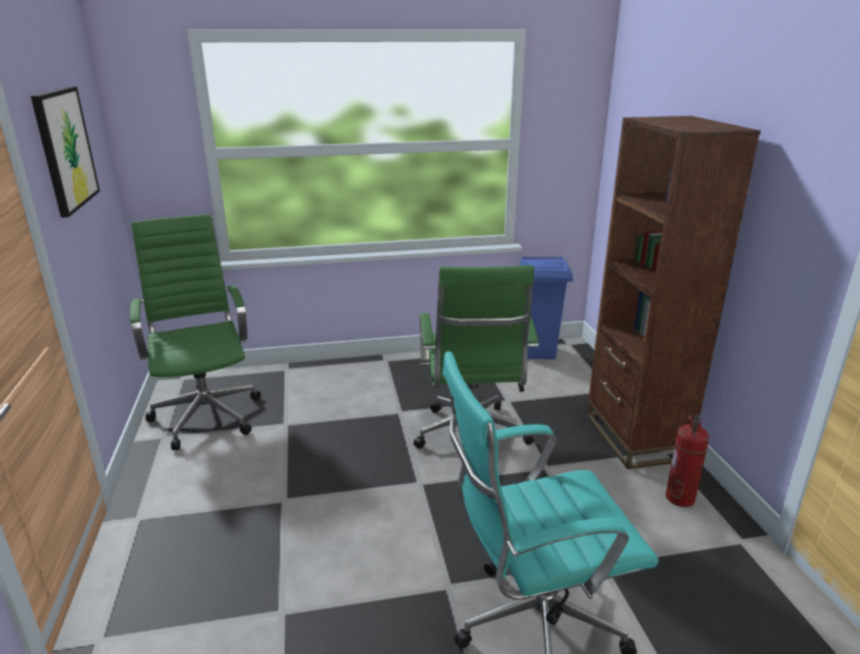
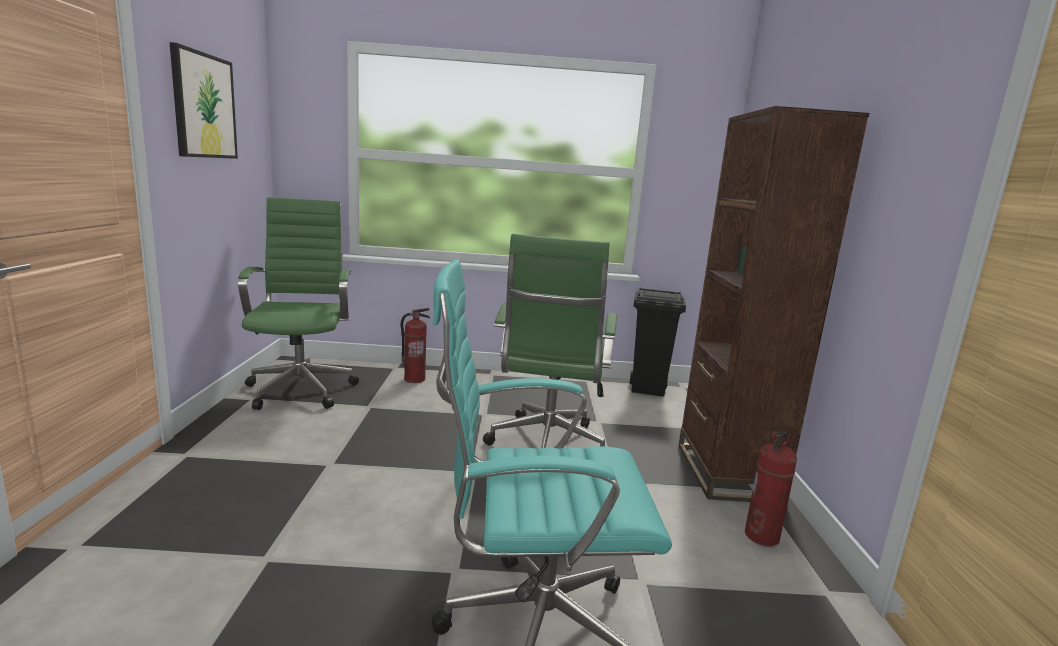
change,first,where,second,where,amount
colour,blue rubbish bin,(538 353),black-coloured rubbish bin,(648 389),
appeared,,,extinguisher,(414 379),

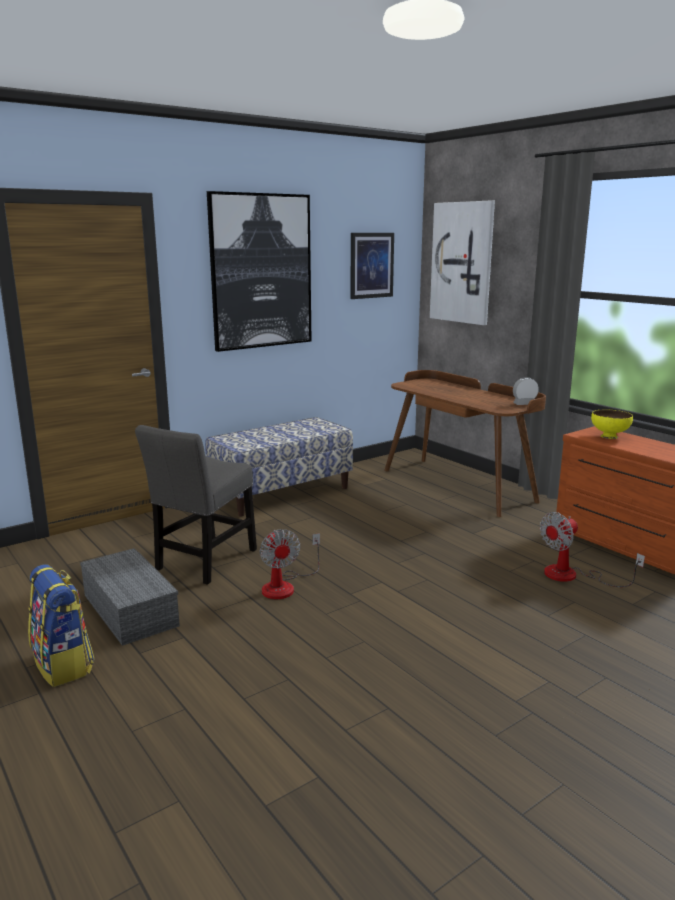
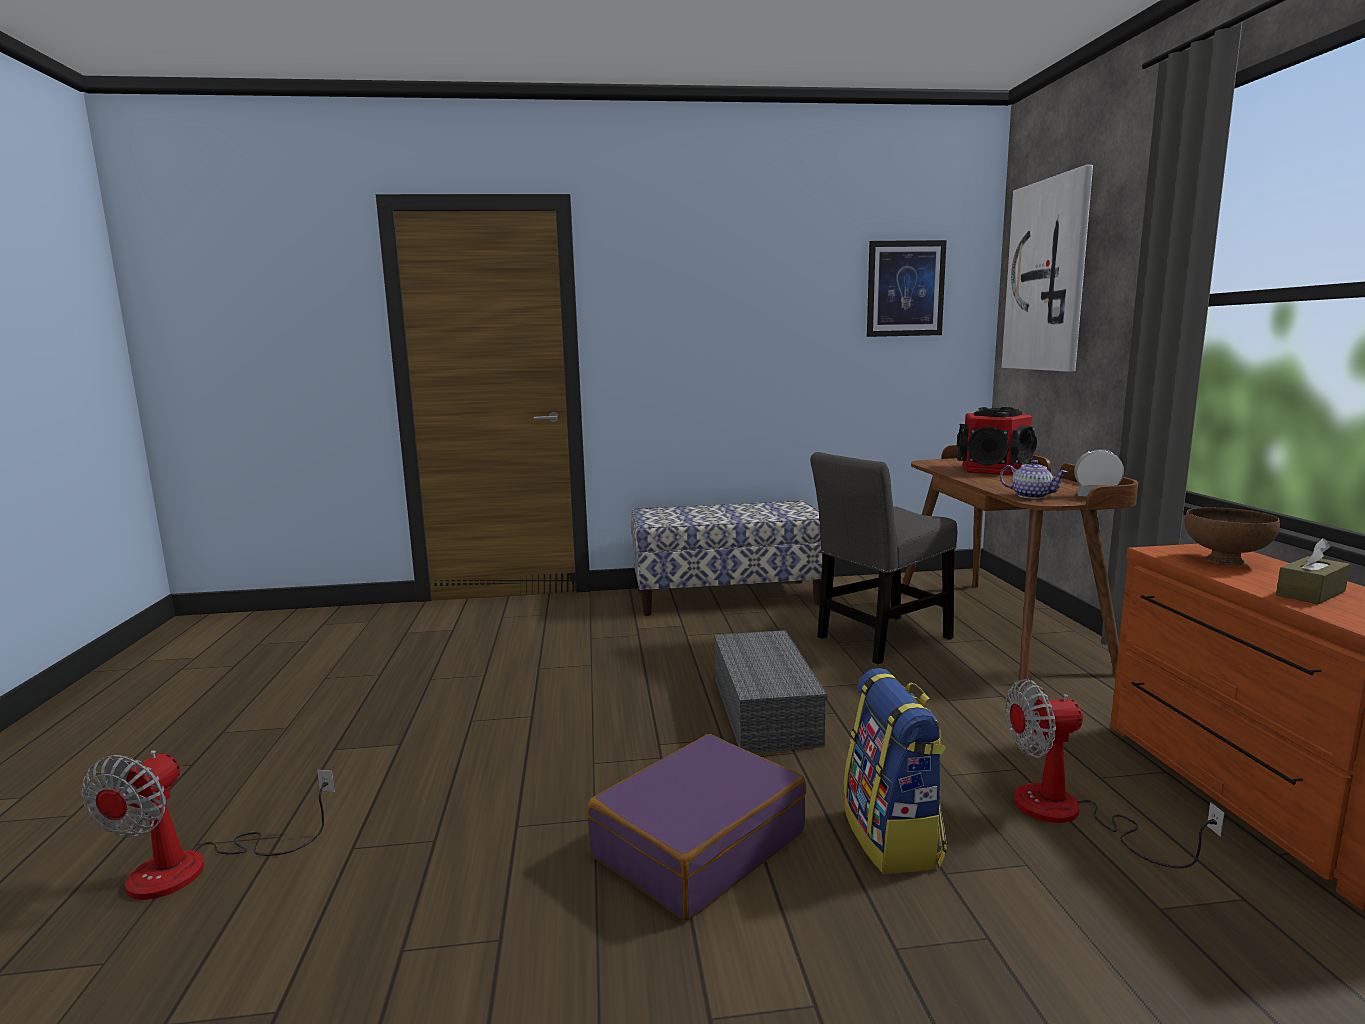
change,first,where,second,where,amount
missing,wall art,(261 271),,,
colour,yellow serving bowl,(609 437),brown-coloured serving bowl,(1225 561),
relocated,grey chair,(204 562),,(880 640),
relocated,cooling fan,(285 586),,(196 867),
relocated,grey storage bin,(128 610),,(762 709),
relocated,rucksack,(64 665),,(893 838),
appeared,,,audio speaker,(992 469),
appeared,,,pot for tea,(1032 496),
appeared,,,brown-coloured box of tissues,(1310 593),
appeared,,,purple-coloured suitcase,(698 844),

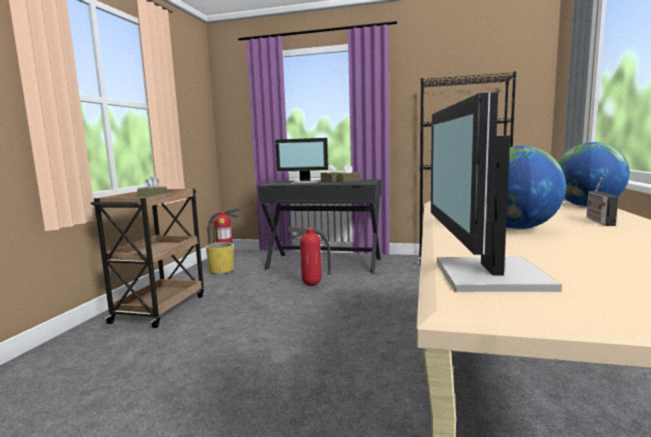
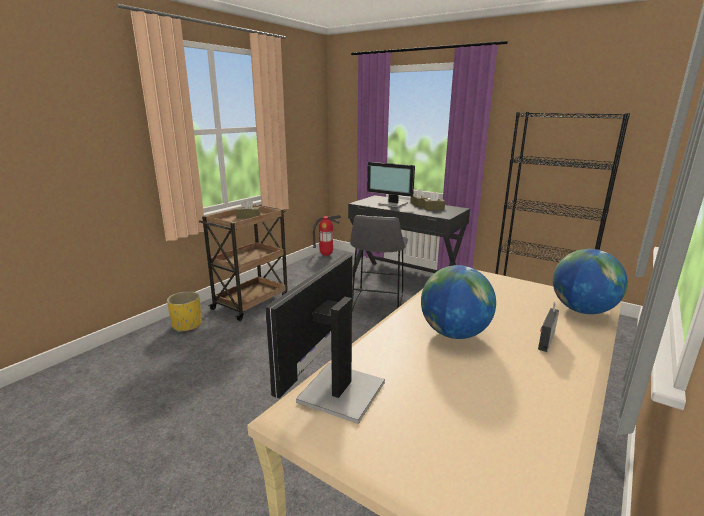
change,first,where,second,where,amount
exchanged,extinguisher,(311 285),grey sitting stool,(377 304),
relocated,yellow plant pot,(221 271),,(187 325),

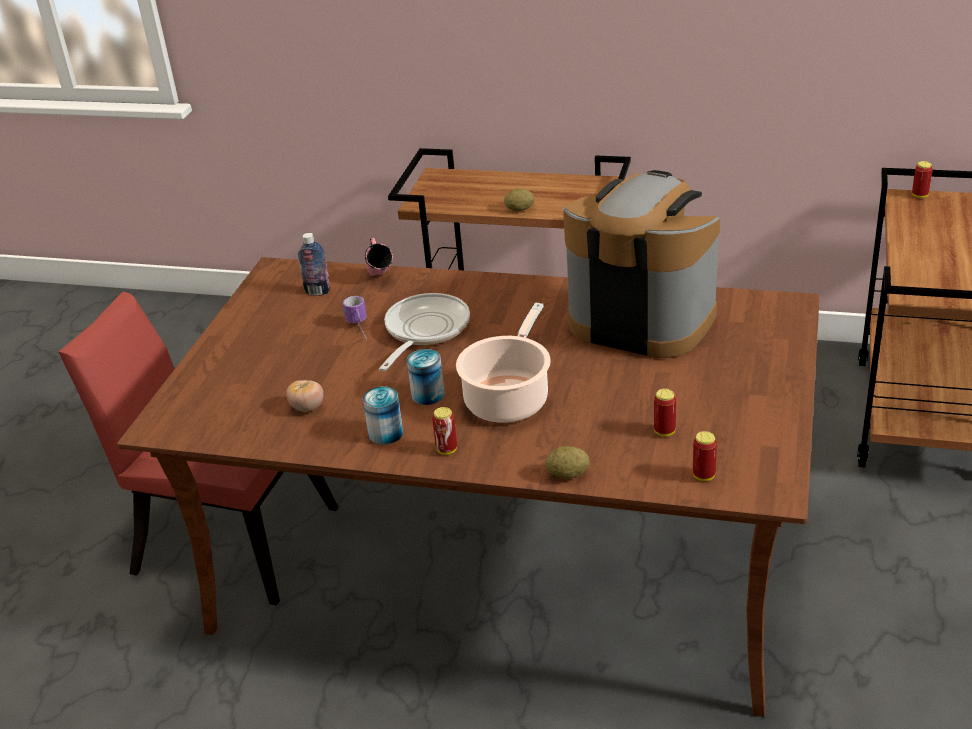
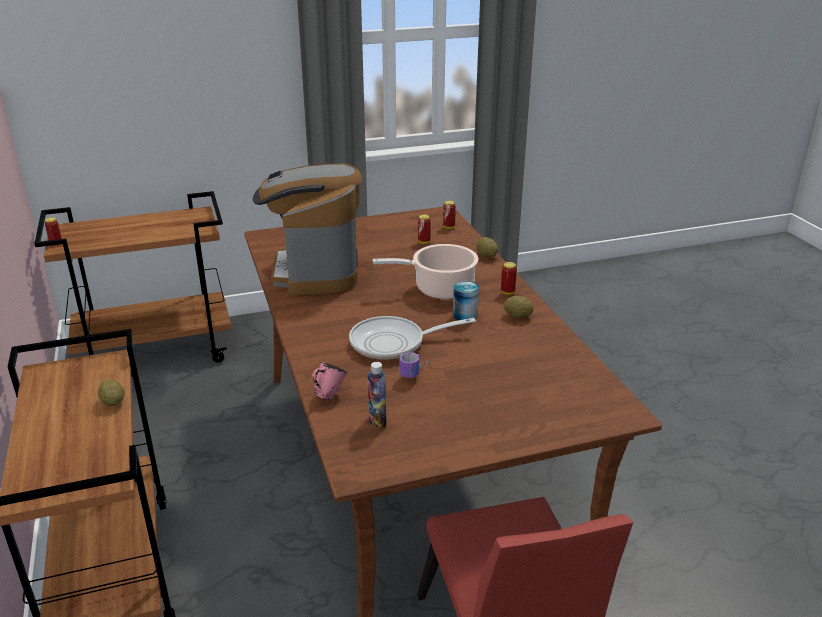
change,first,where,second,where,amount
missing,tomato,(307 408),,,
exchanged,metal can,(385 433),potato,(517 316),

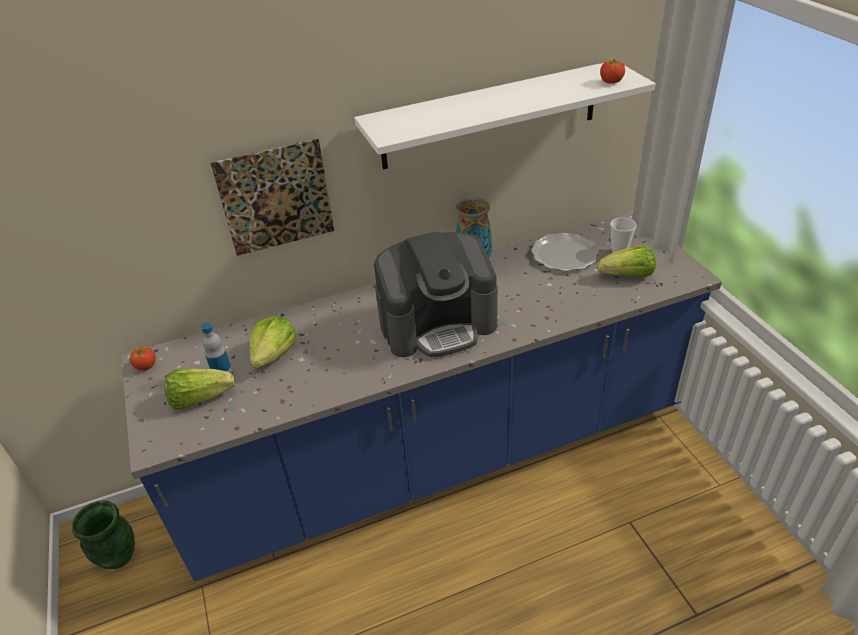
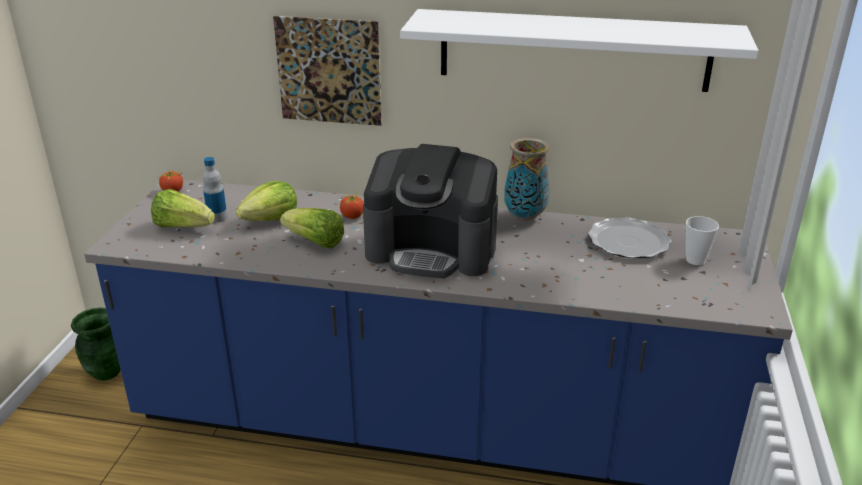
change,first,where,second,where,amount
relocated,tomato,(611 82),,(352 216),
relocated,lettuce head,(628 276),,(315 242),

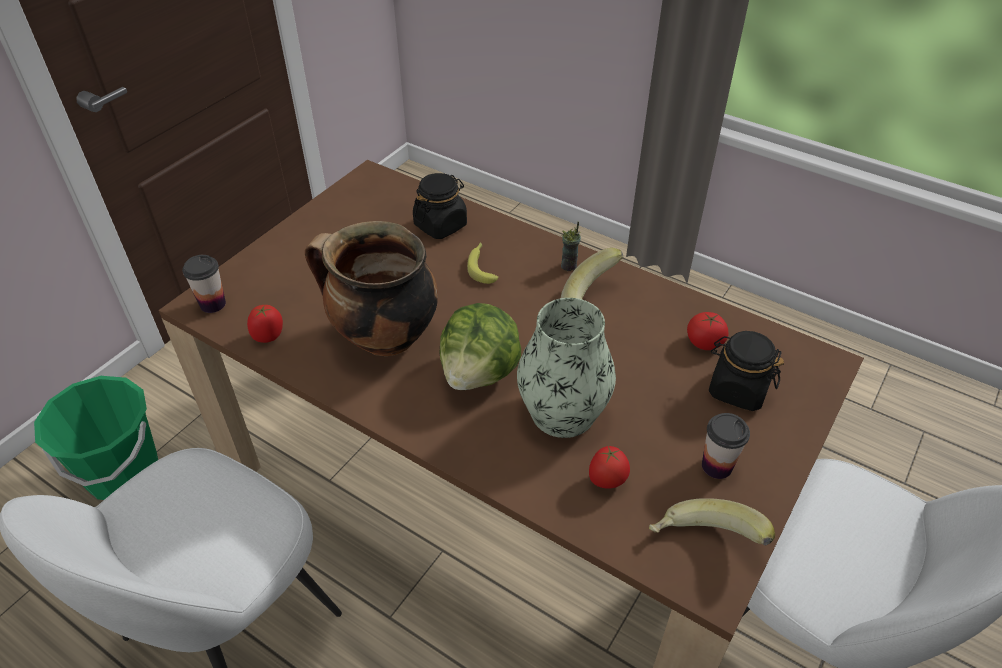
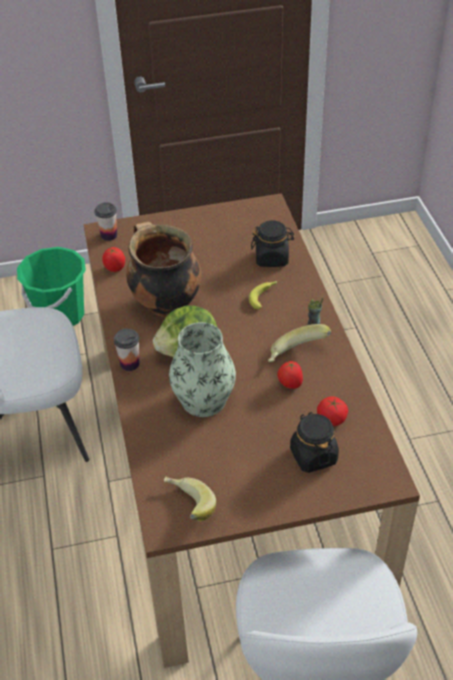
change,first,where,second,where,amount
relocated,cup,(716 466),,(130 364),
relocated,tomato,(607 481),,(290 385),

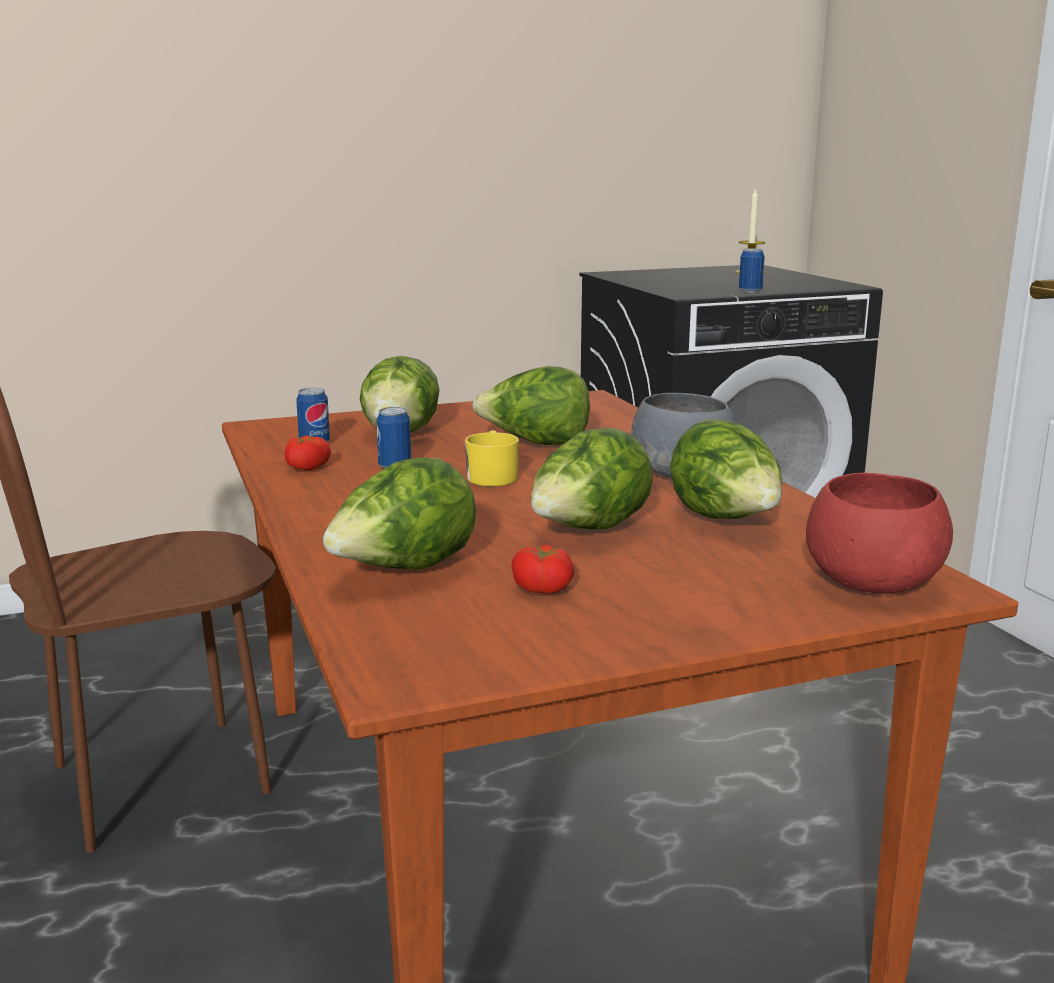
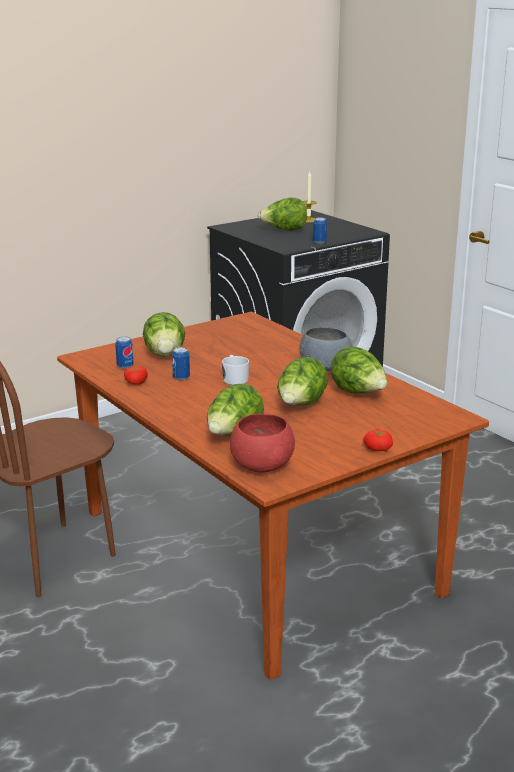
change,first,where,second,where,amount
relocated,lettuce head,(535 444),,(284 230),
colour,yellow coffee mug,(492 476),whitish coffee mug,(234 378),
relocated,reddish serving bowl,(870 583),,(261 466),
relocated,tomato,(544 588),,(378 448),

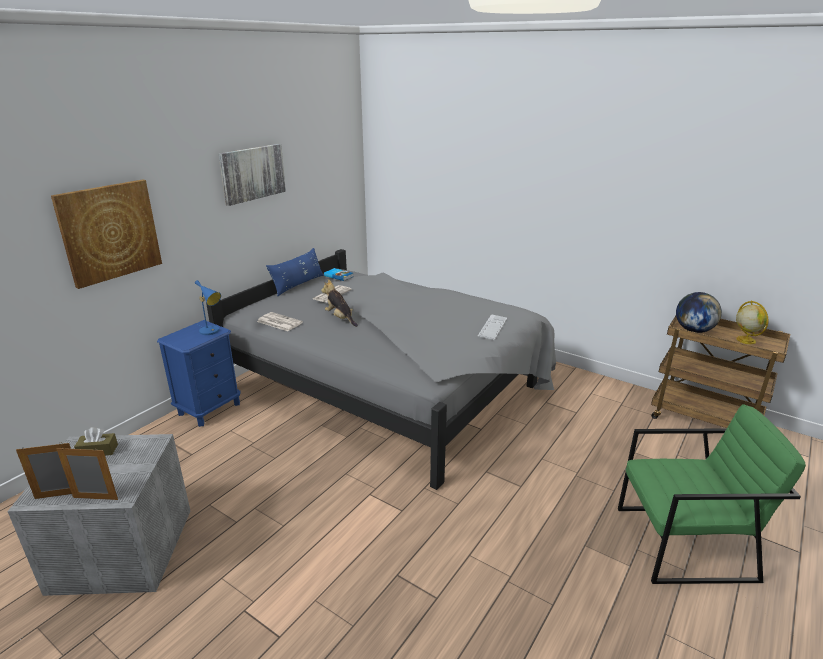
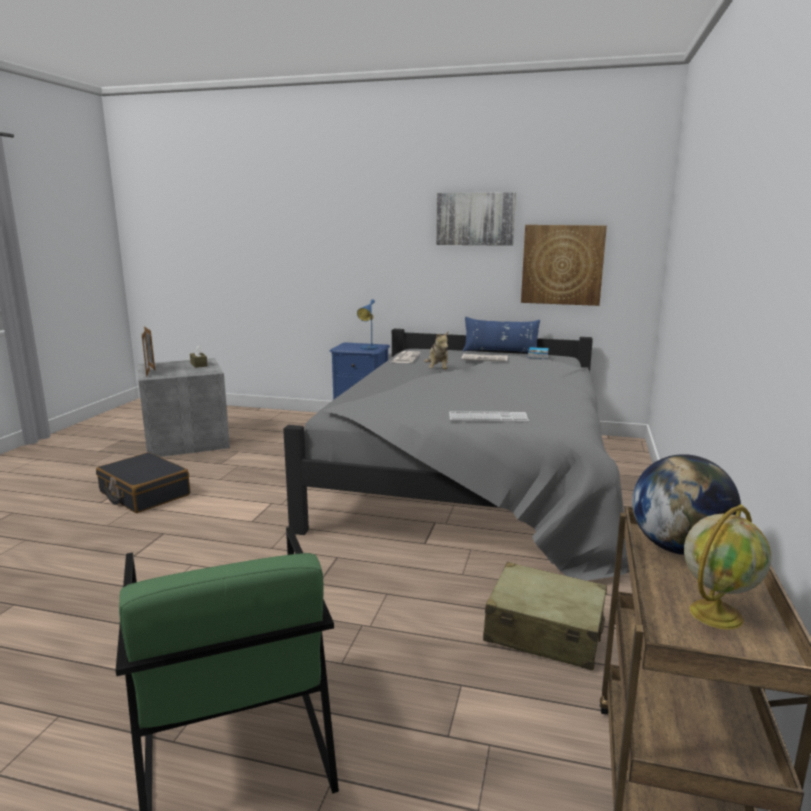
change,first,where,second,where,amount
relocated,wall art,(109 232),,(562 265),
spun,plush toy,(340 318),,(438 370),150 degrees clockwise
appeared,,,black-coloured suitcase,(144 494),
appeared,,,beige suitcase,(544 631),

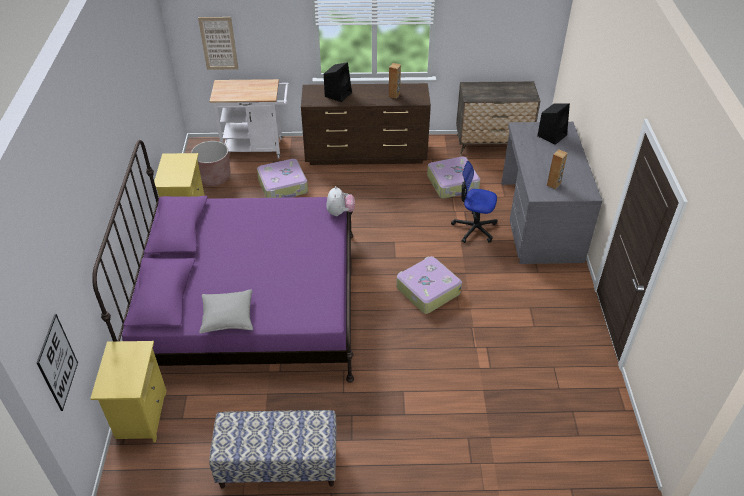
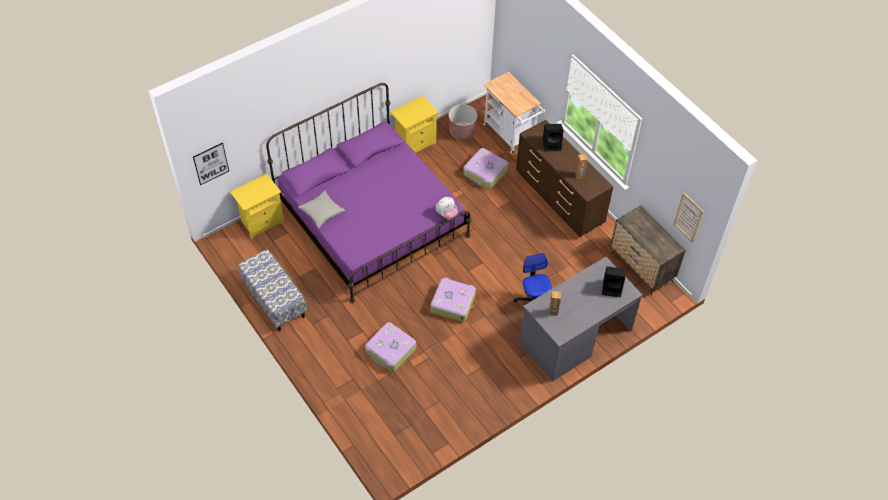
change,first,where,second,where,amount
relocated,wall art,(218 43),,(688 217),
relocated,suitcase,(453 183),,(390 351),

